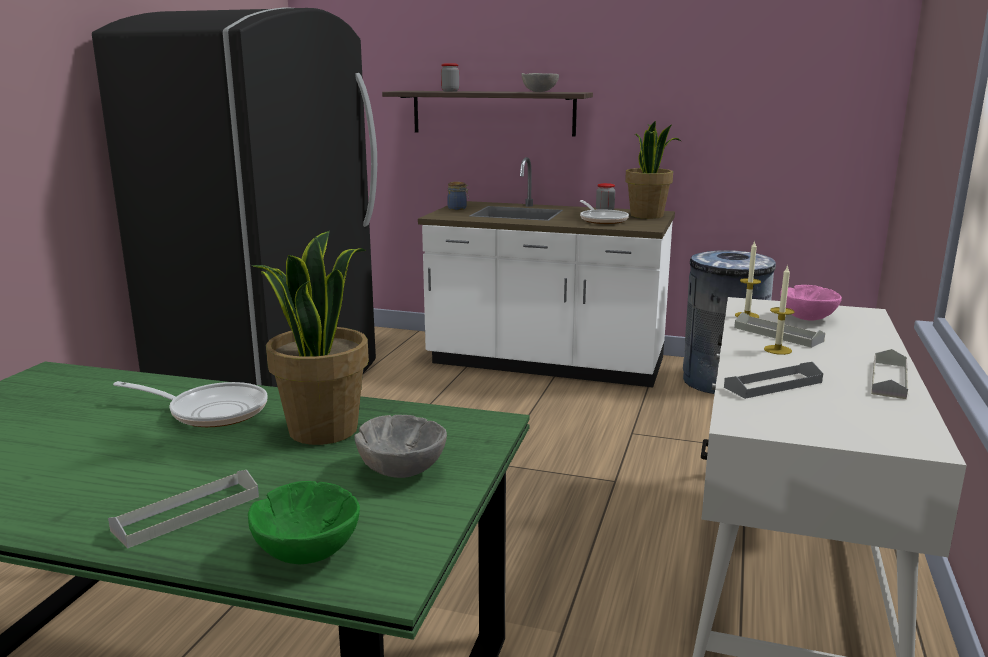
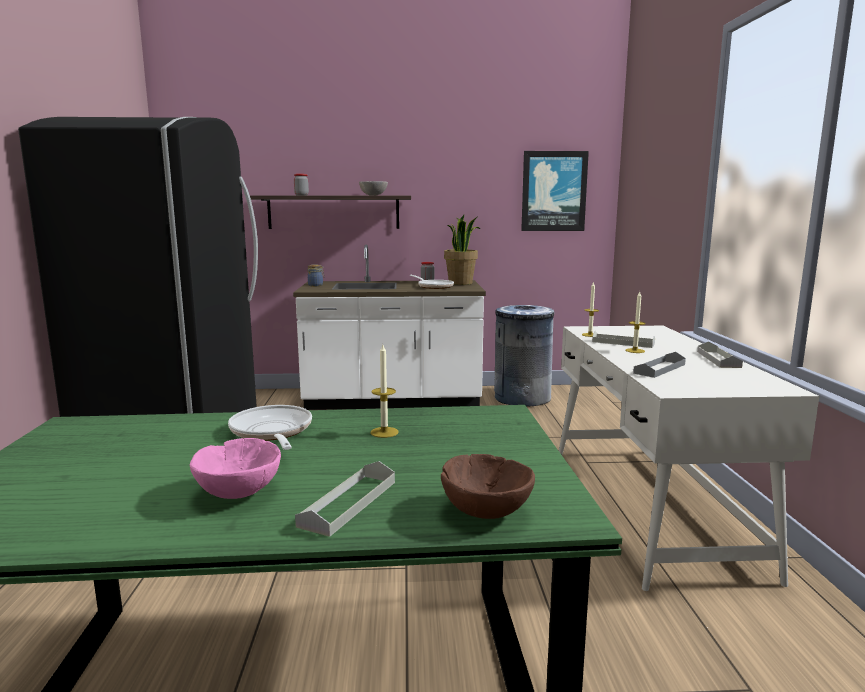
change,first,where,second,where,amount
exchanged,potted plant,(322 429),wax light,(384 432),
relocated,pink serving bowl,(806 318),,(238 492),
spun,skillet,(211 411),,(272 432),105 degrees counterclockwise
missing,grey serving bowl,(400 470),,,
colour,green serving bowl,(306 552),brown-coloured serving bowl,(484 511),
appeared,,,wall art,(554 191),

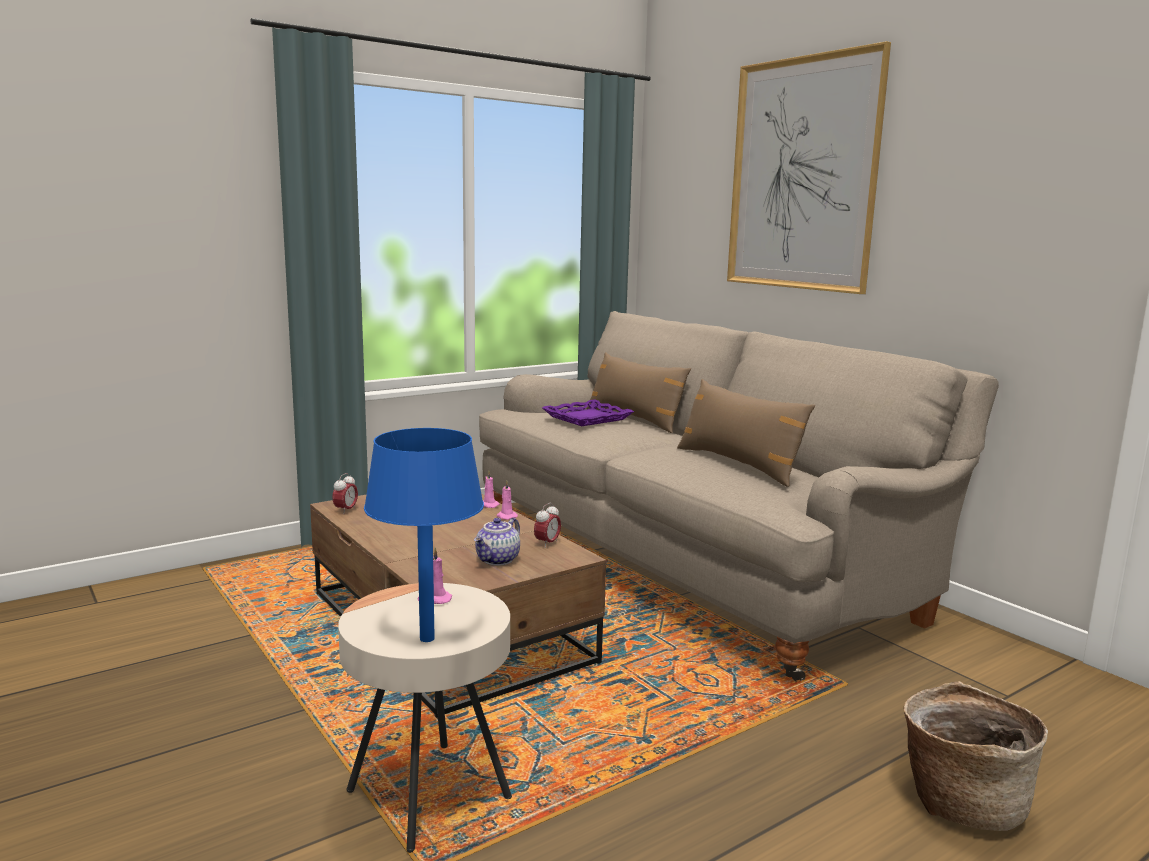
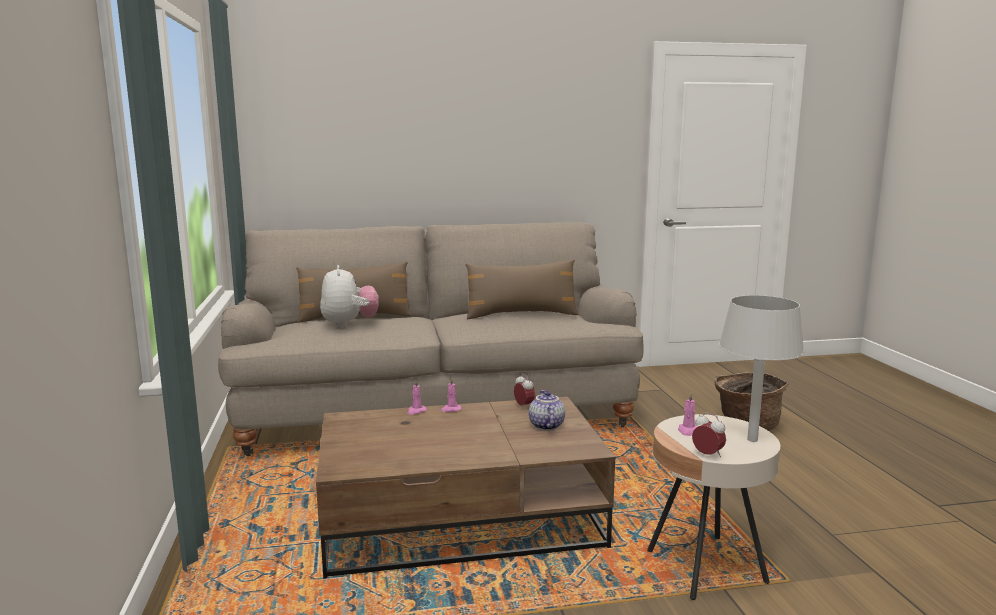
change,first,where,second,where,amount
missing,wall art,(802 174),,,
exchanged,purple-coloured tray,(587 418),plush toy,(349 324),
colour,blue table lamp,(427 638),grey table lamp,(752 439),
relocated,alarm clock,(346 510),,(707 455),
spun,pot for tea,(498 560),,(545 425),150 degrees counterclockwise

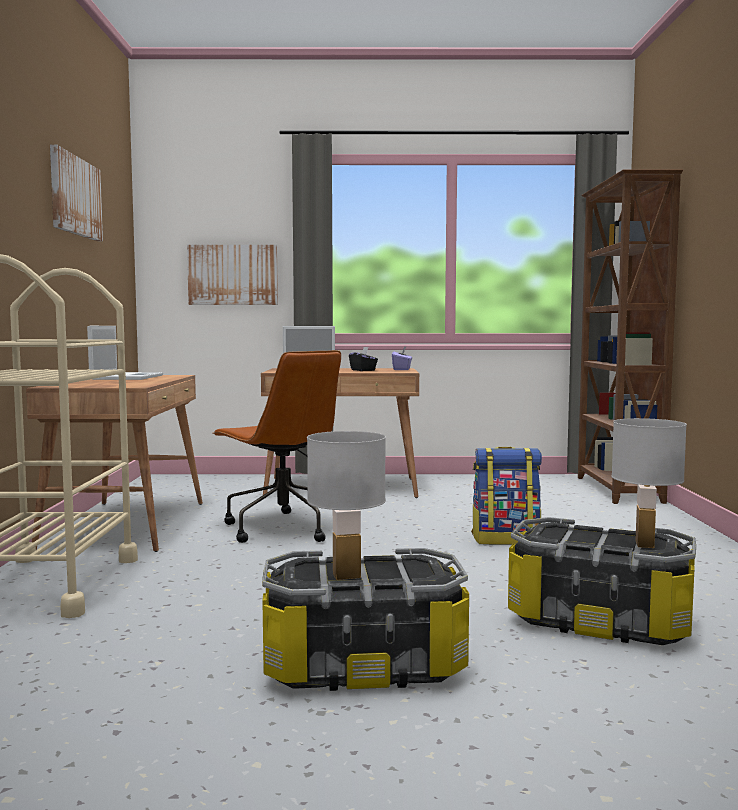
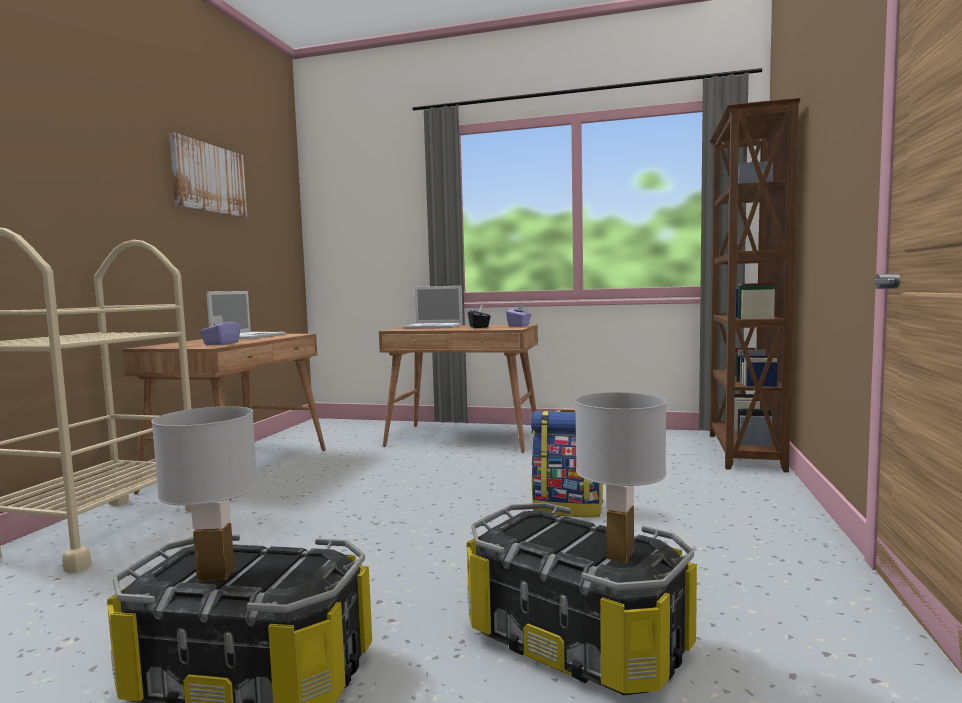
change,first,where,second,where,amount
missing,wall art,(233 275),,,
missing,brown-coloured office chair,(282 528),,,
appeared,,,purple-coloured box of tissues,(221 344),

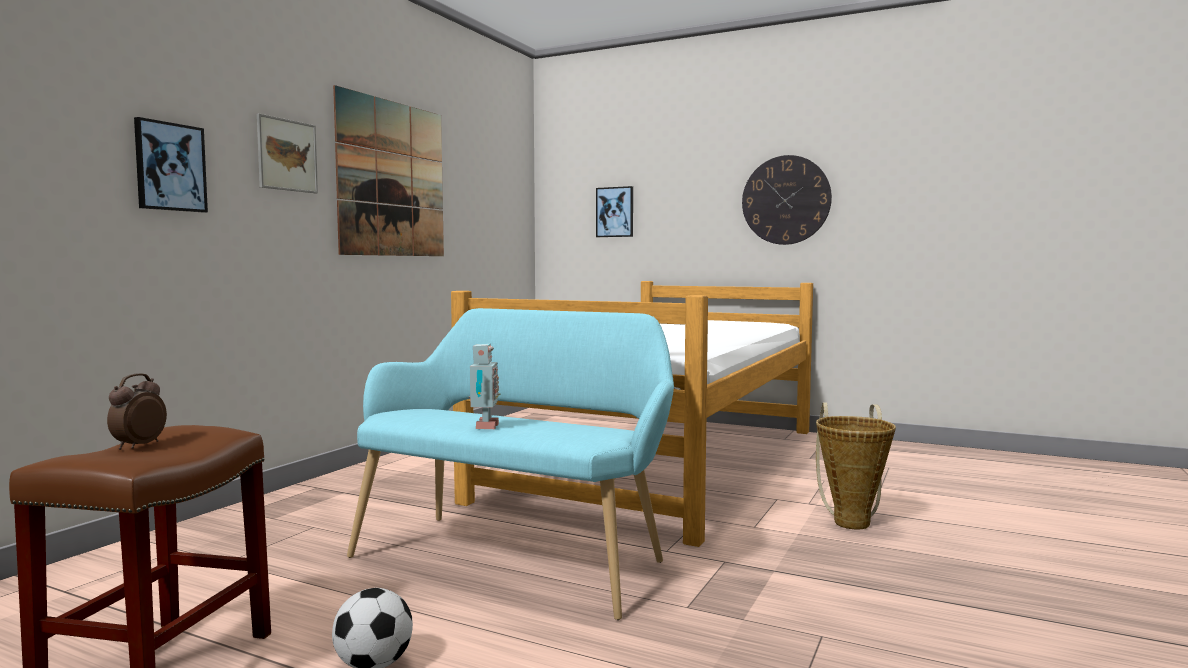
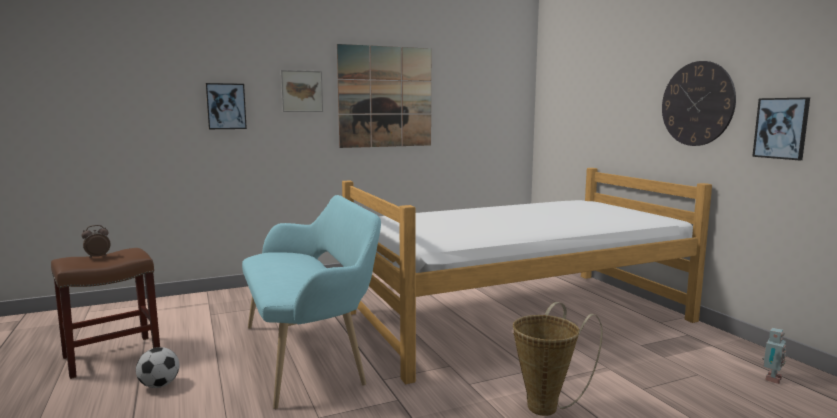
change,first,where,second,where,amount
relocated,wall art,(615 212),,(781 128),
relocated,toy robot,(484 427),,(771 379),

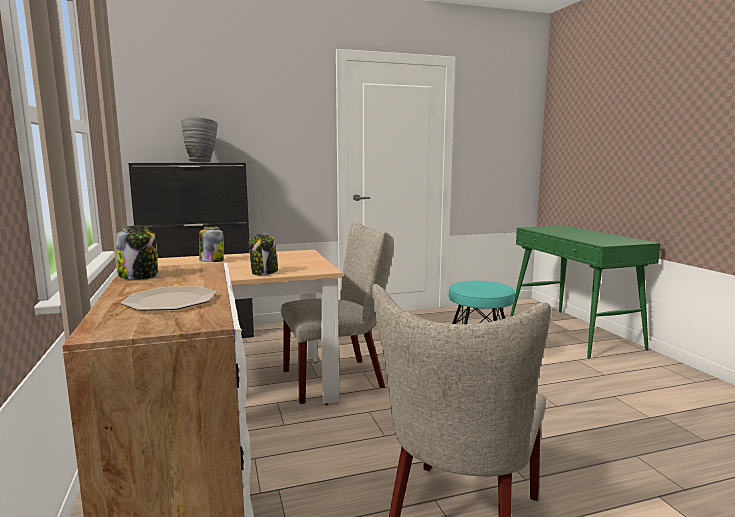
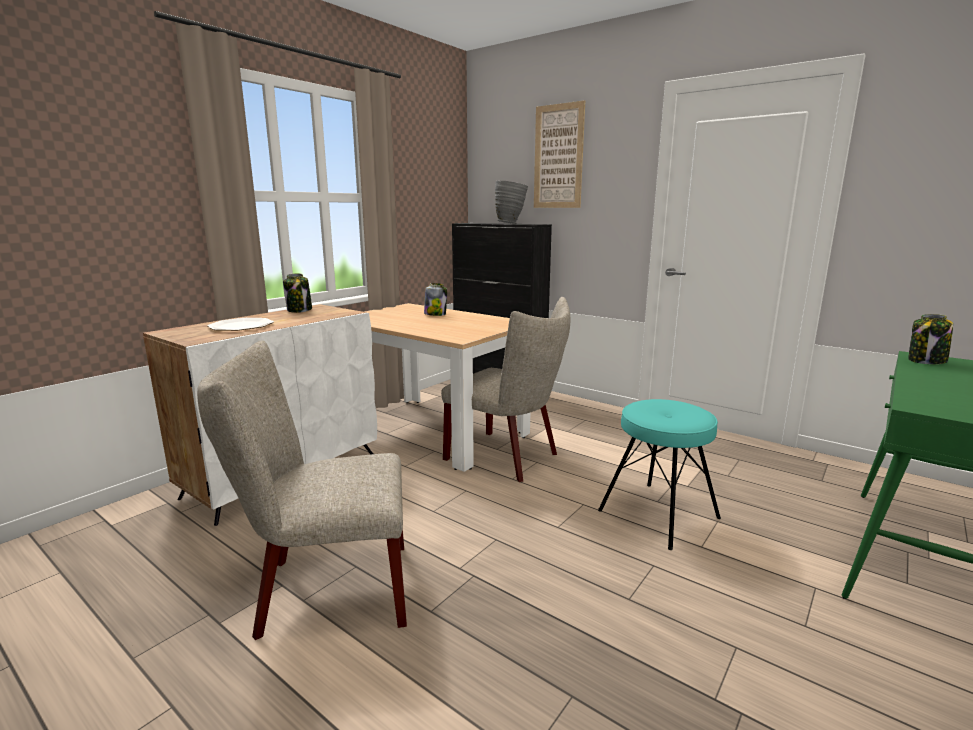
change,first,where,second,where,amount
relocated,storage jar,(264 272),,(926 361),
appeared,,,wall art,(558 157),

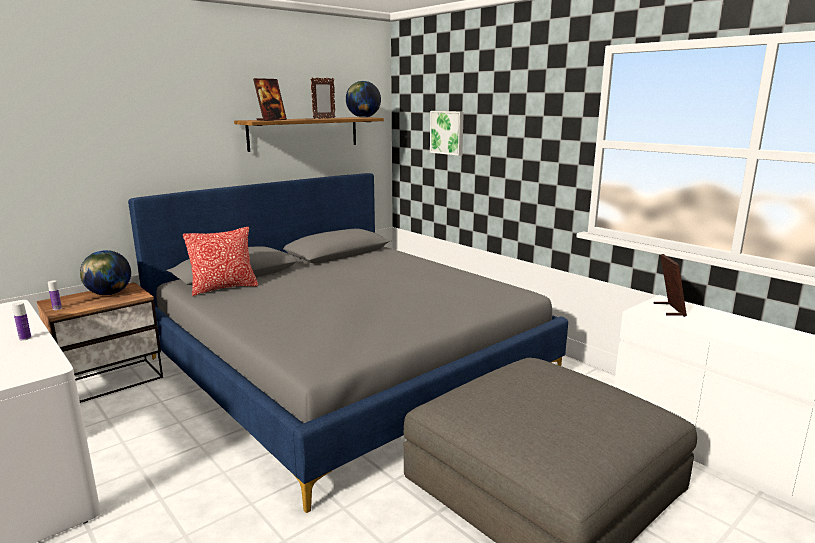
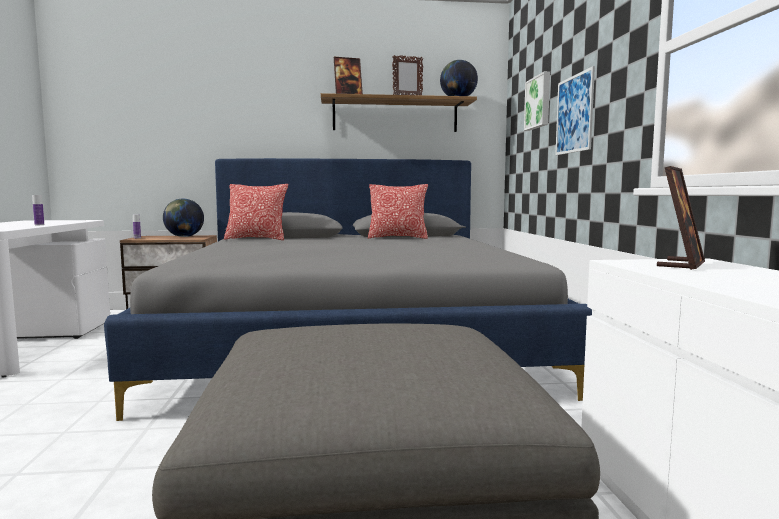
change,first,where,second,where,amount
appeared,,,wall art,(574 114),
appeared,,,cushion,(398 238),

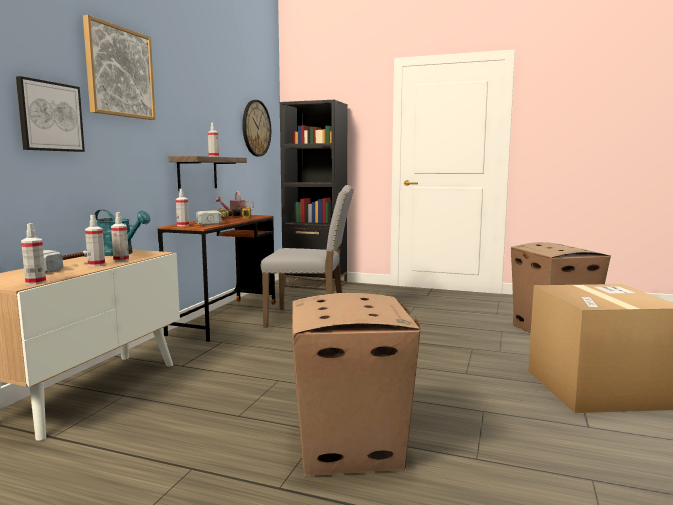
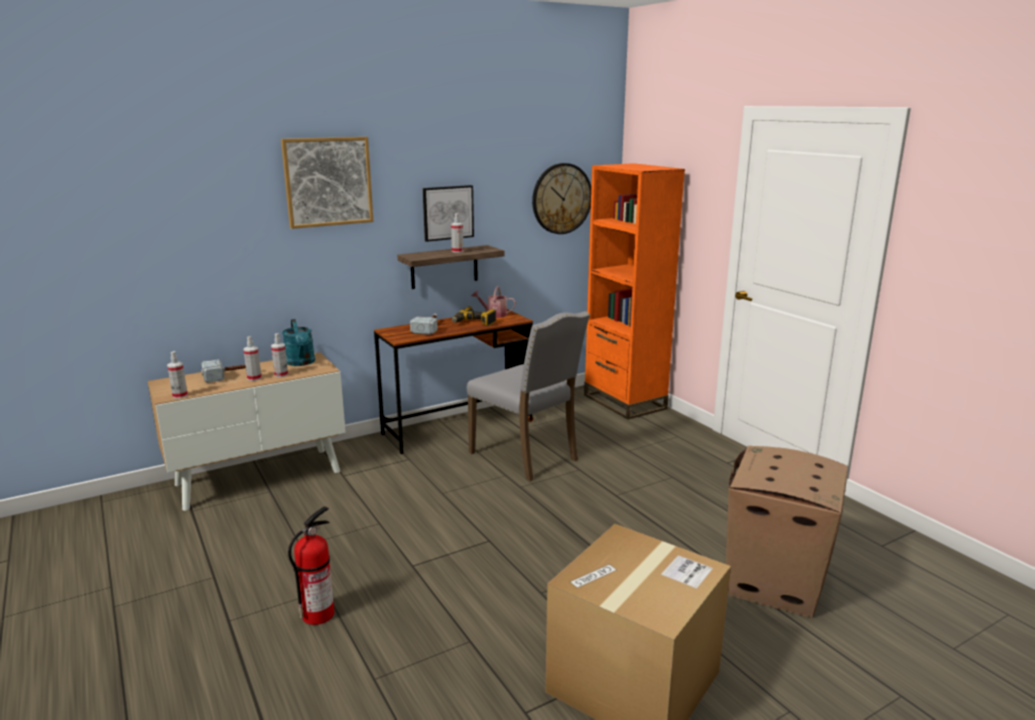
change,first,where,second,where,amount
relocated,wall art,(50 116),,(447 212),
colour,black-coloured bookcase,(315 284),orange-coloured bookcase,(624 402),
missing,spray bottle,(183 225),,,
exchanged,cardboard box,(350 445),extinguisher,(318 613),

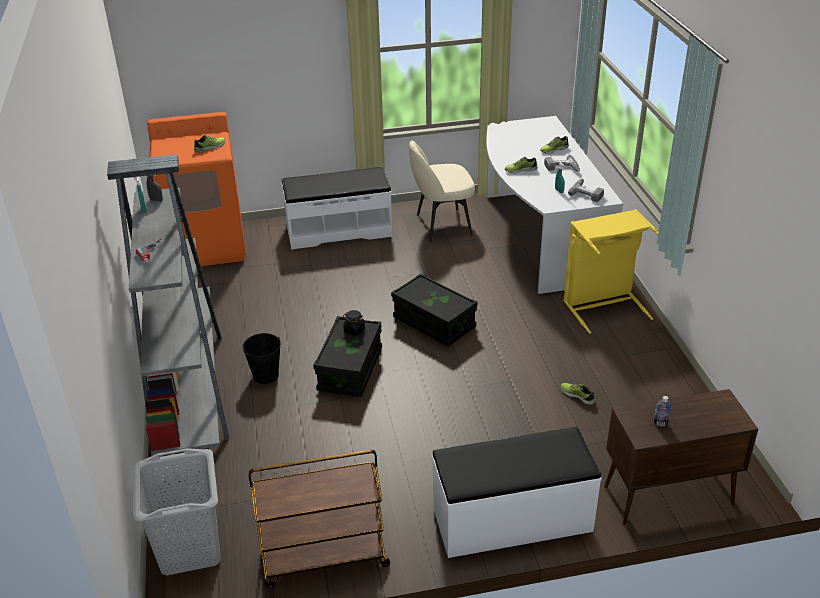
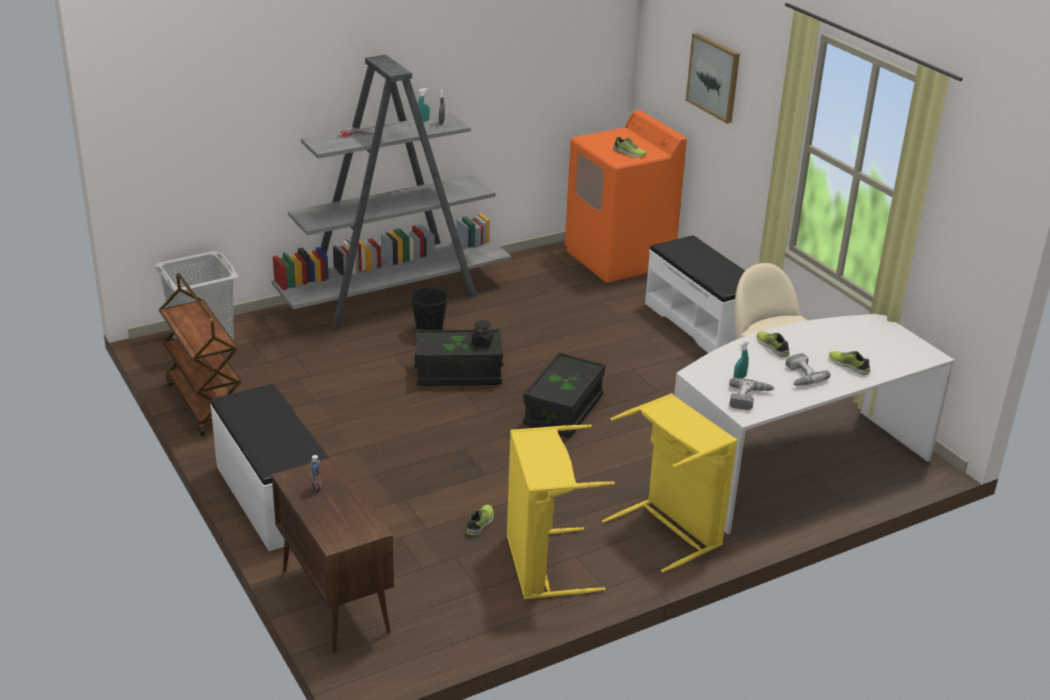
change,first,where,second,where,amount
appeared,,,wall art,(714 77),
appeared,,,yellow hamper,(541 565),

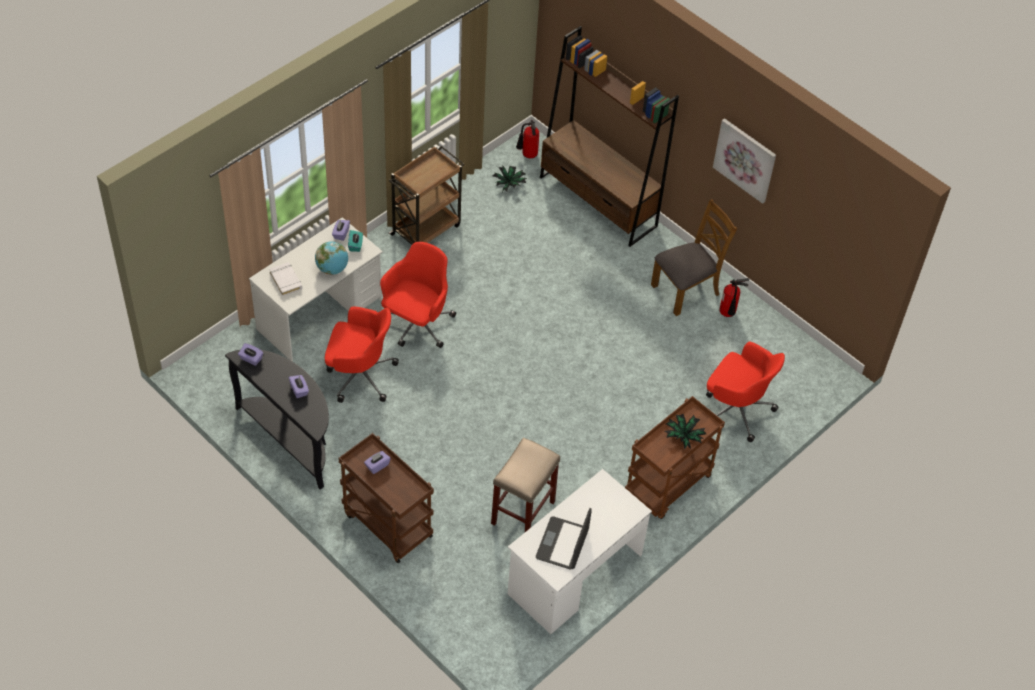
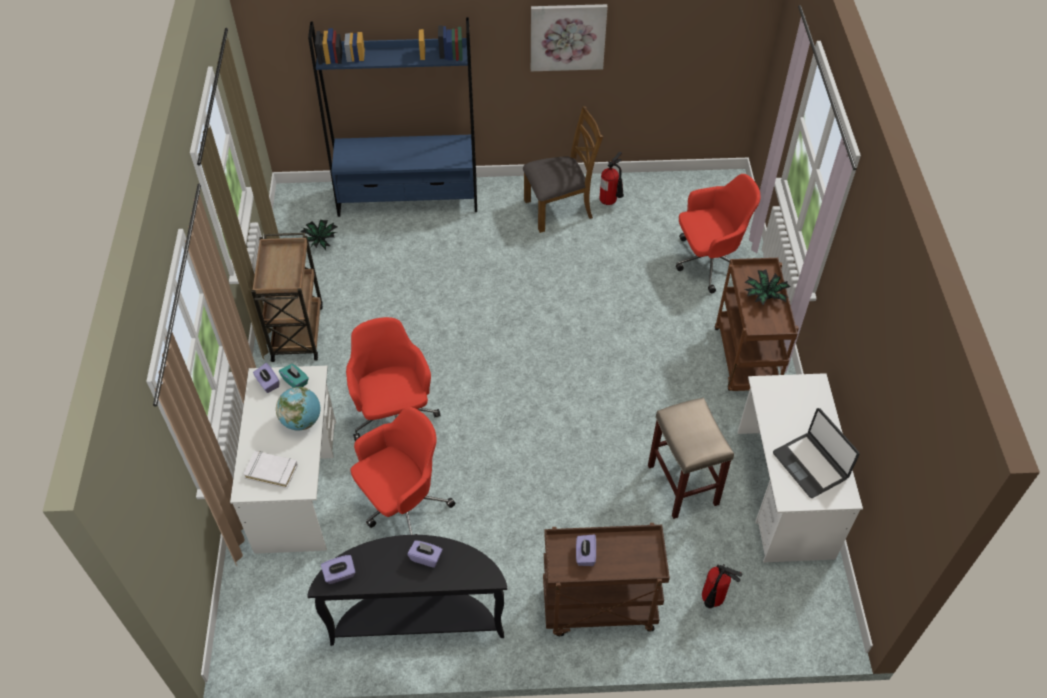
change,first,where,second,where,amount
colour,brown-coloured bookcase,(598 202),blue bookcase,(408 198),
relocated,extinguisher,(527 155),,(712 601),
spun,brown-coloured chair,(686 290),,(559 209),60 degrees clockwise

